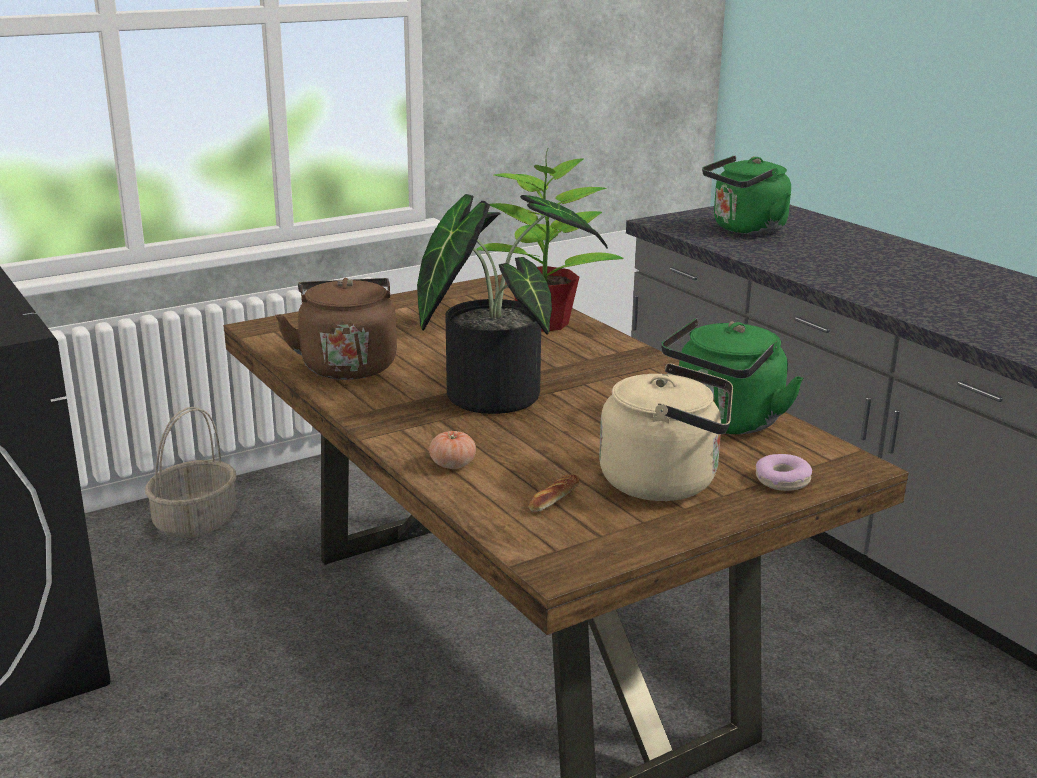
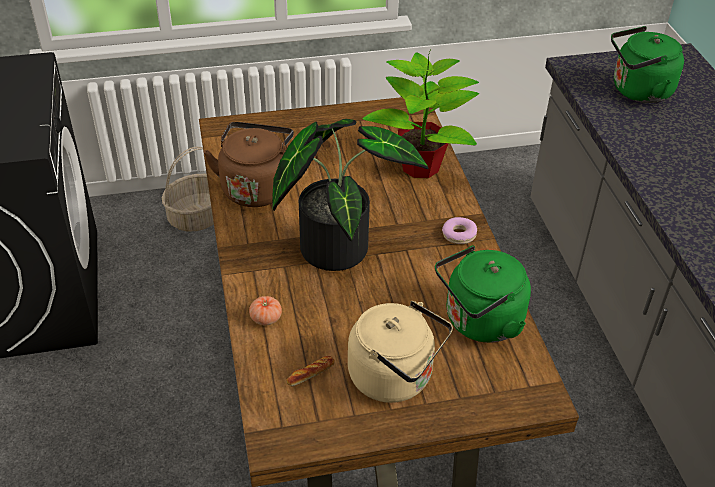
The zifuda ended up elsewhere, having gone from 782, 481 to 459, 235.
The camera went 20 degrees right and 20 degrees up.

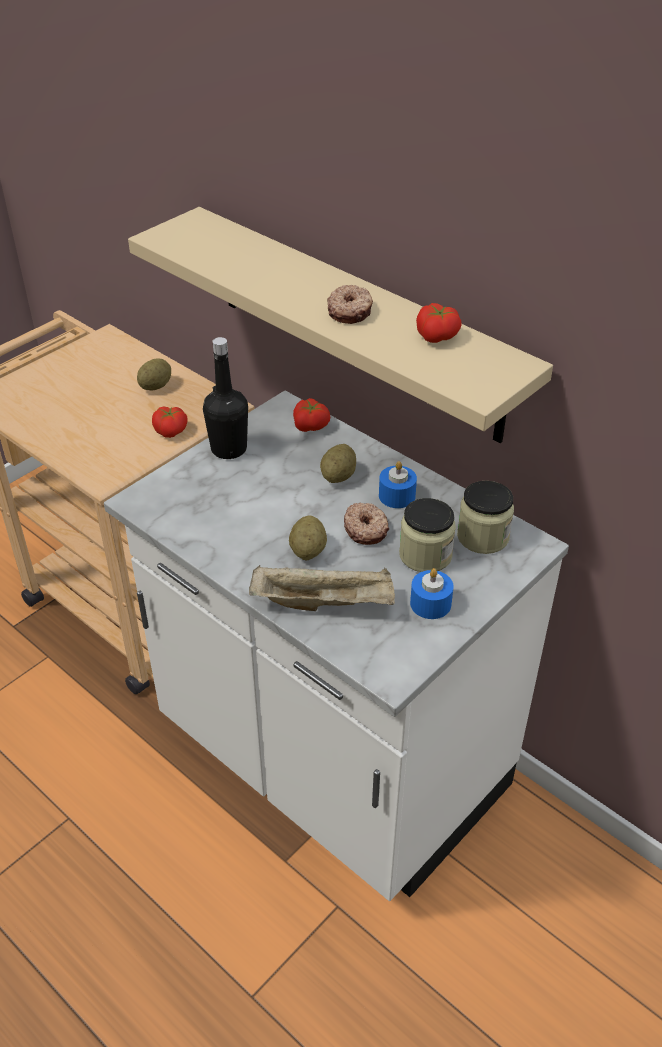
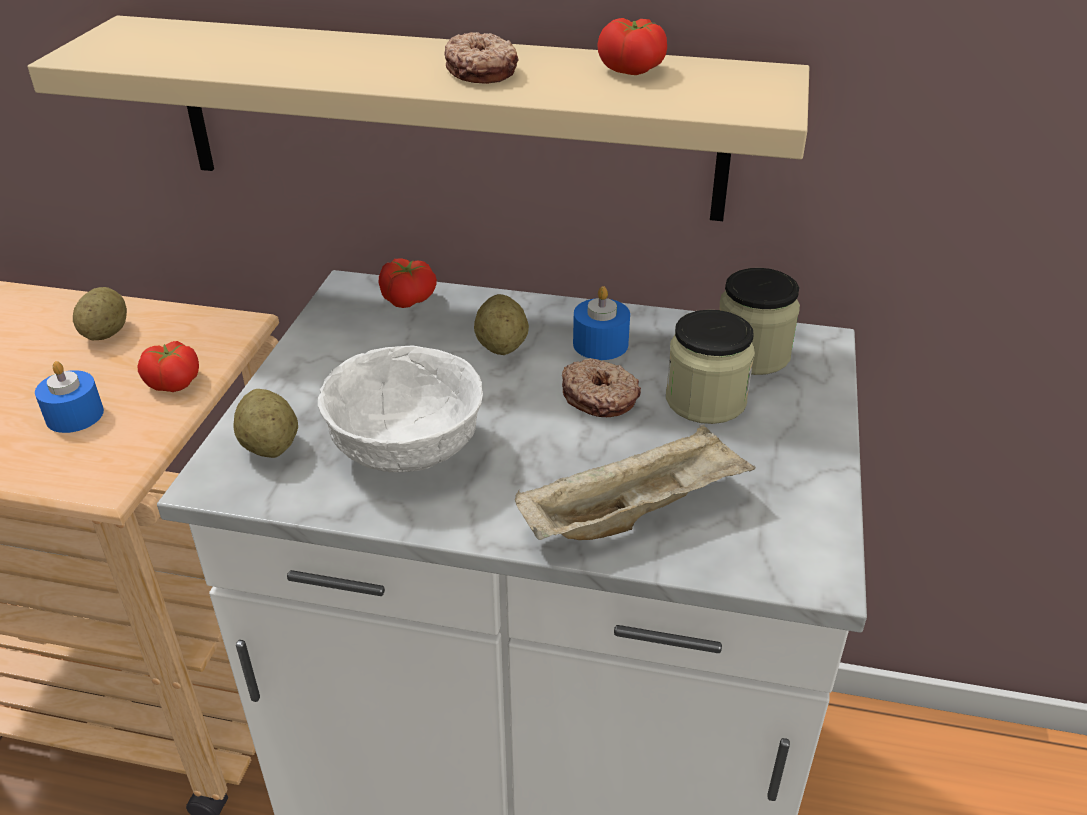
The second view lost the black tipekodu at 229, 449.
The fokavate ended up elsewhere, having gone from 308, 551 to 270, 446.
The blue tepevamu ended up elsewhere, having gone from 430, 603 to 74, 415.
The second view gained the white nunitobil at 404, 450.
The camera went 30 degrees left and 5 degrees down.

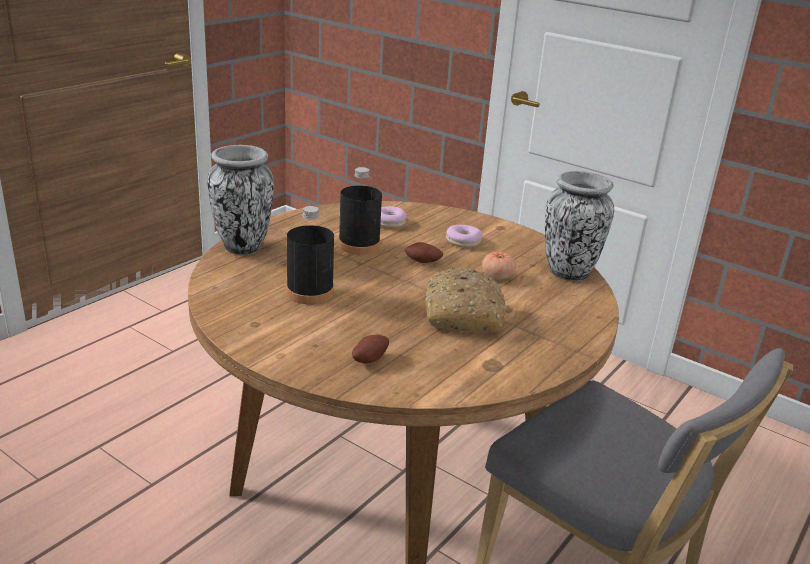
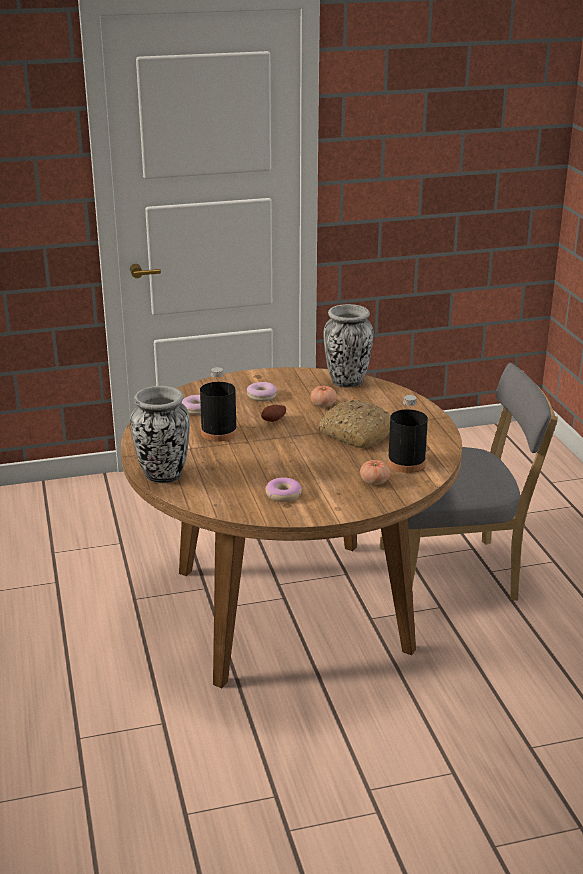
The black tipekodu ended up elsewhere, having gone from 310, 292 to 406, 463.
Where the fokavate stood at 369, 359, the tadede came to stand at 374, 481.
The second view gained the zifuda at 283, 495.
The camera went 50 degrees left and 0 degrees up.

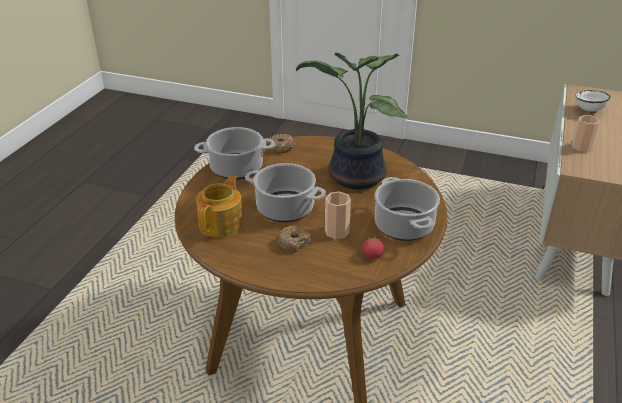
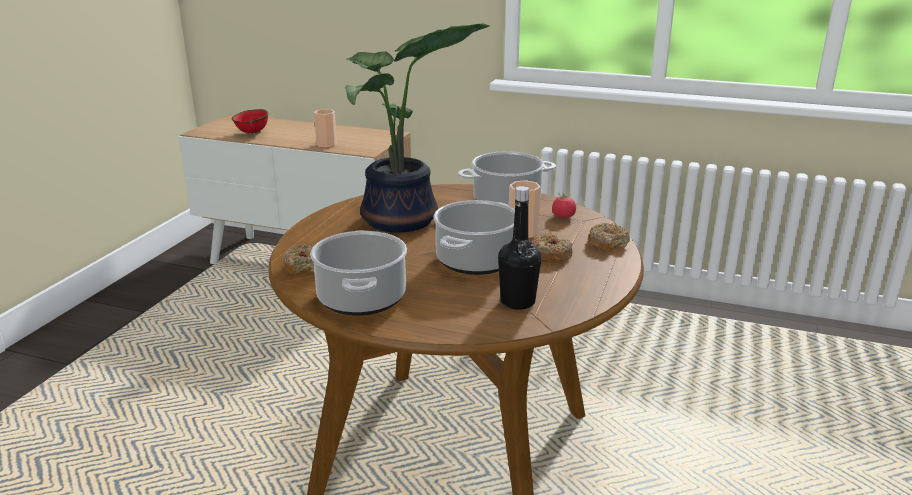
Where the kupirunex stood at 222, 224, the black tipekodu came to stand at 517, 302.
What was the white nunitobil at 589, 111 turned into the red nunitobil at 253, 134.
The second view gained the zifuda at 607, 243.
The camera went 90 degrees left and 10 degrees down.

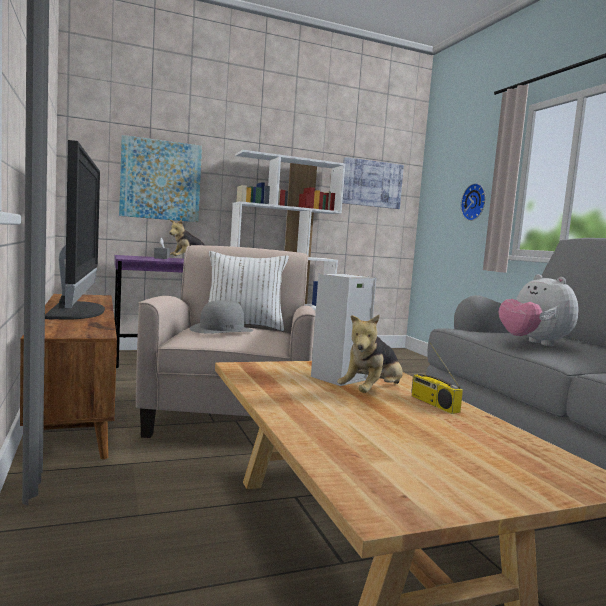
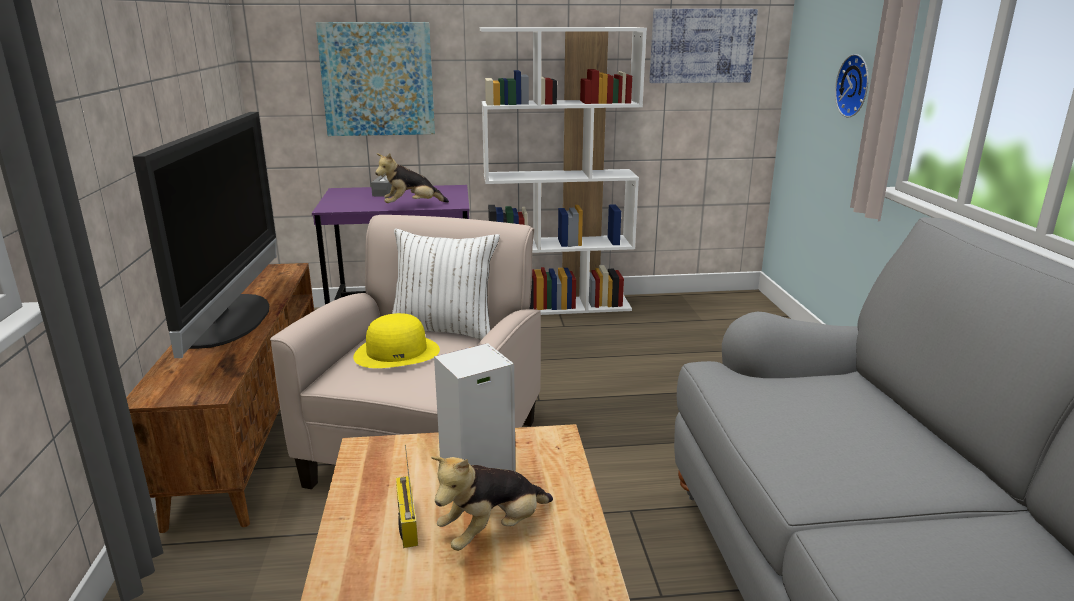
What was the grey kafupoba at 222, 329 turned into the yellow kafupoba at 397, 352.
The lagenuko ended up elsewhere, having gone from 433, 403 to 406, 521.
The second view lost the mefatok at 533, 343.
The camera went 15 degrees right and 15 degrees up.

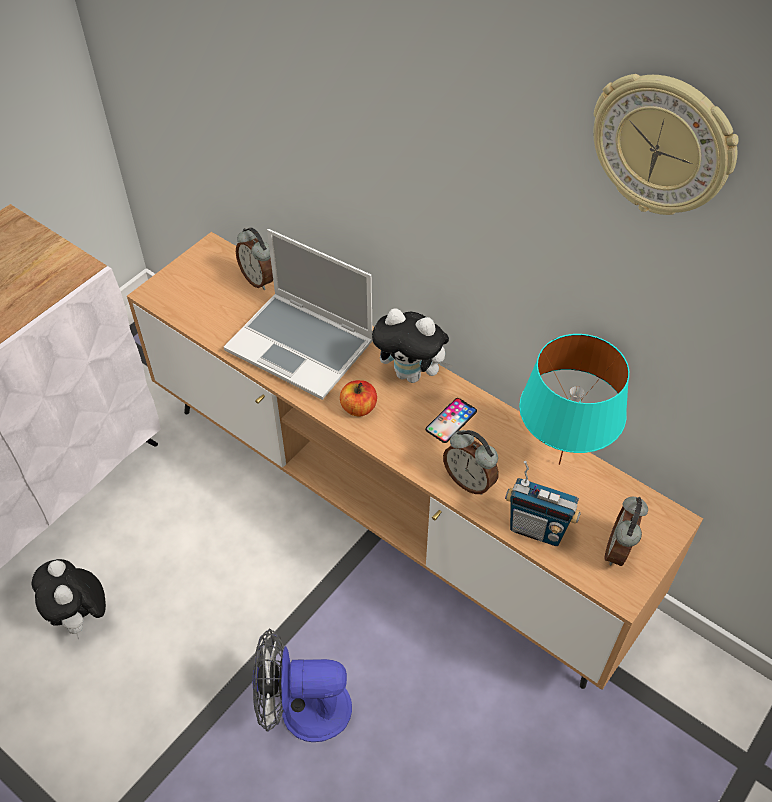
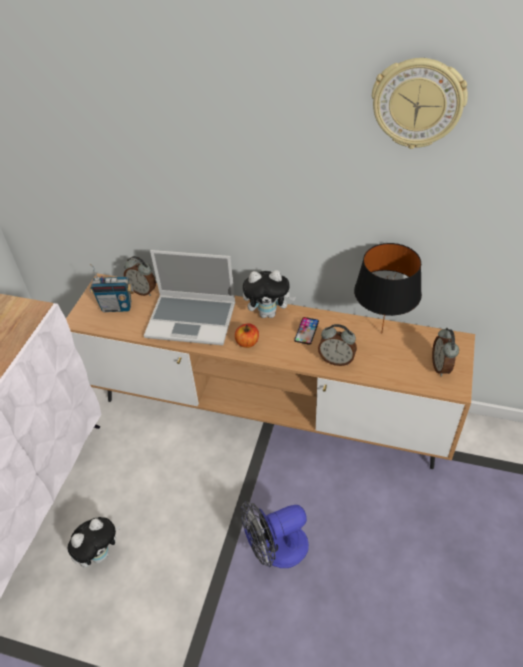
The mefatok at 81, 617 ended up facing another way, 90 degrees counterclockwise from before.
The lagenuko ended up elsewhere, having gone from 537, 529 to 117, 307.
What was the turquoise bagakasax at 558, 464 turned into the black bagakasax at 381, 333.
The camera went 20 degrees left and 5 degrees down.

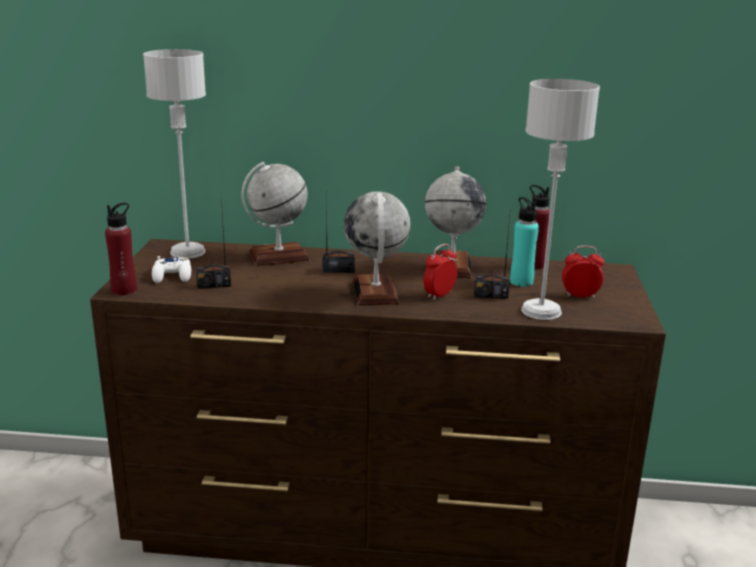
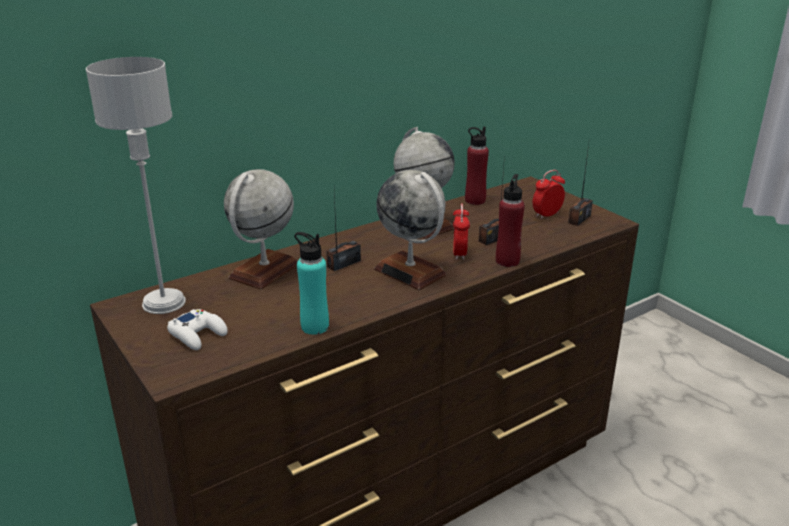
The red tipekodu ended up elsewhere, having gone from 124, 290 to 507, 261.
The lagenuko ended up elsewhere, having gone from 214, 285 to 579, 219.
The turquoise tipekodu ended up elsewhere, having gone from 521, 282 to 314, 326.
The second view lost the grey bagakasax at 541, 311.
The camera went 40 degrees left and 5 degrees up.

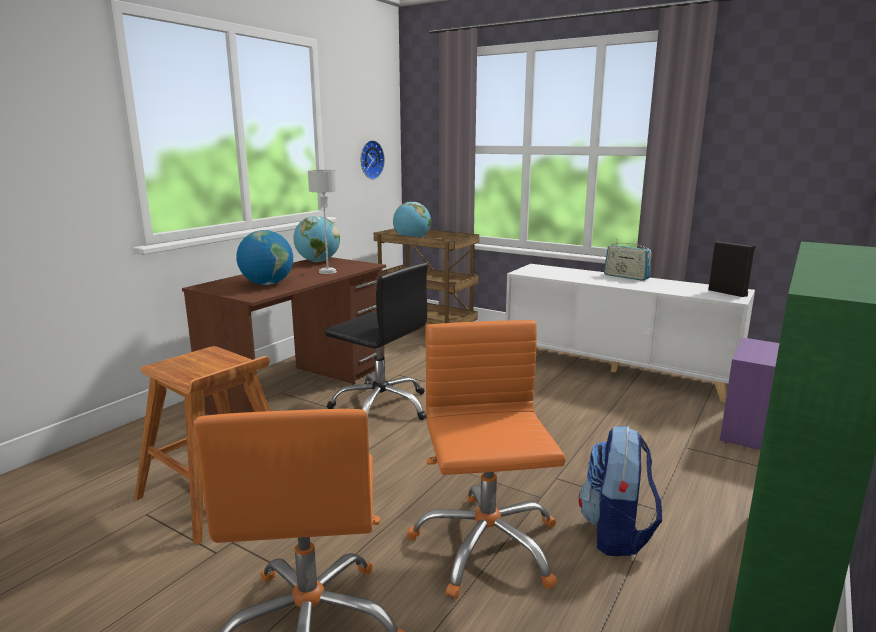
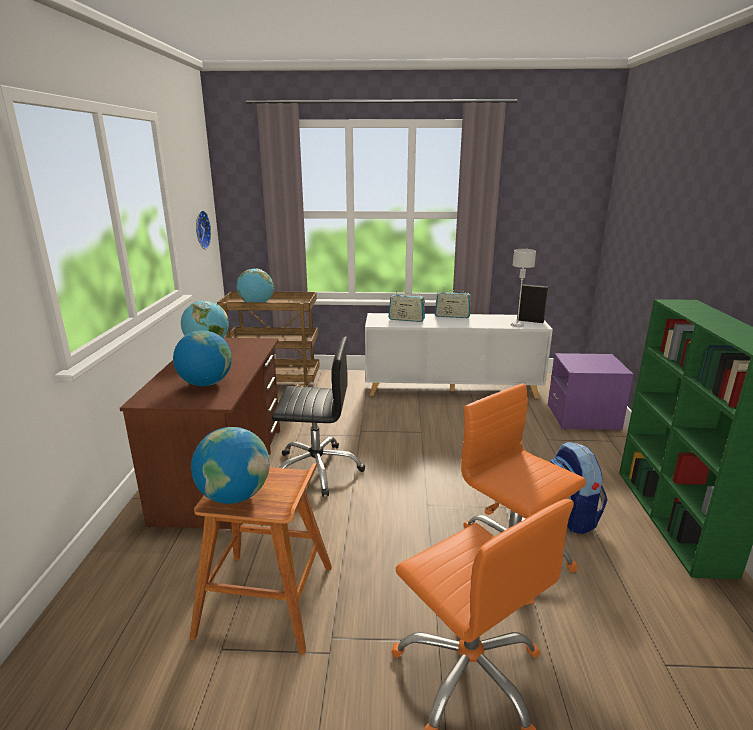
The grey bagakasax ended up elsewhere, having gone from 327, 272 to 517, 325.
The second view gained the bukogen at 234, 496.
The second view gained the lagenuko at 406, 319.
The camera went 30 degrees left and 5 degrees up.

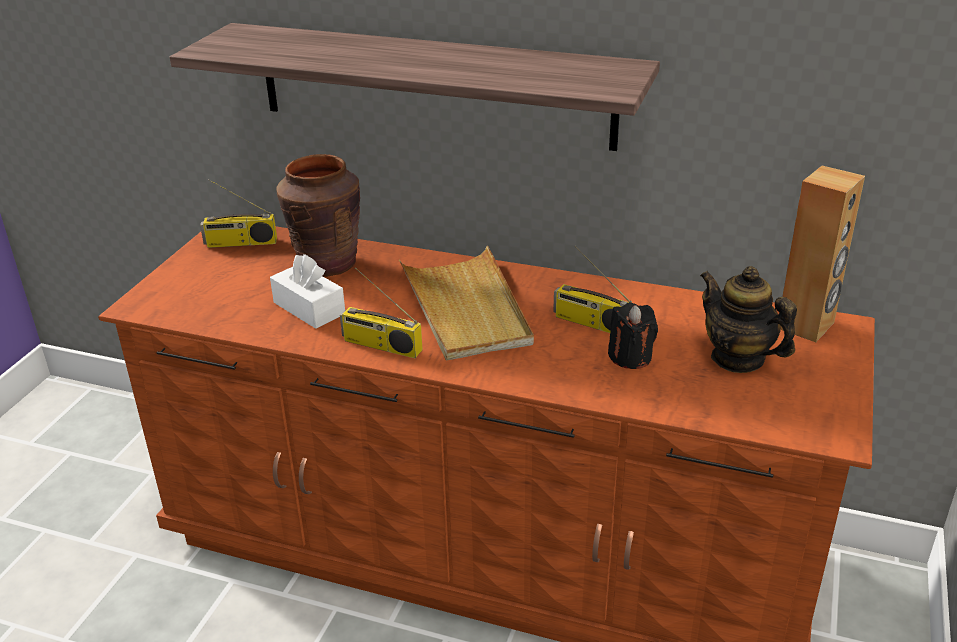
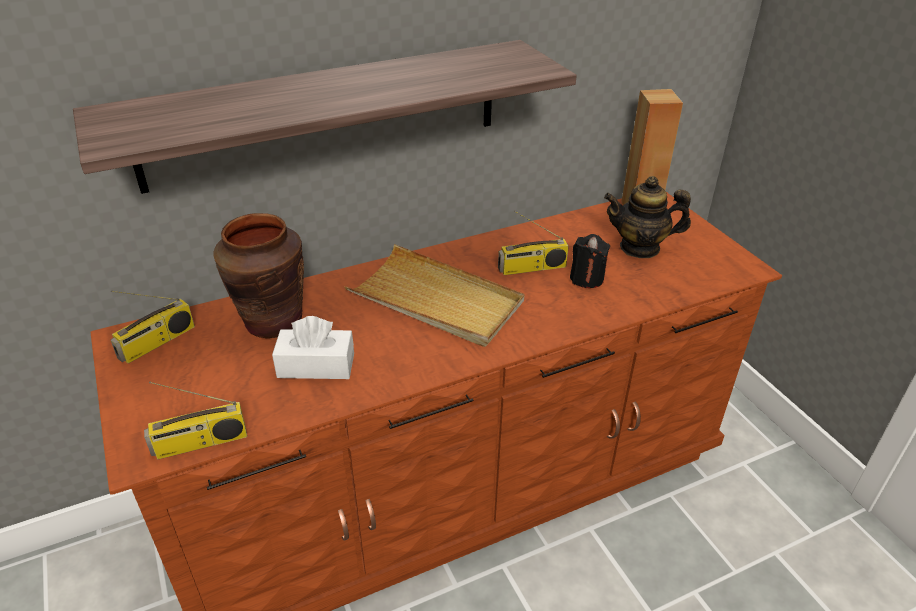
The lagenuko ended up elsewhere, having gone from 380, 345 to 200, 443.
The camera went 45 degrees left and 5 degrees up.

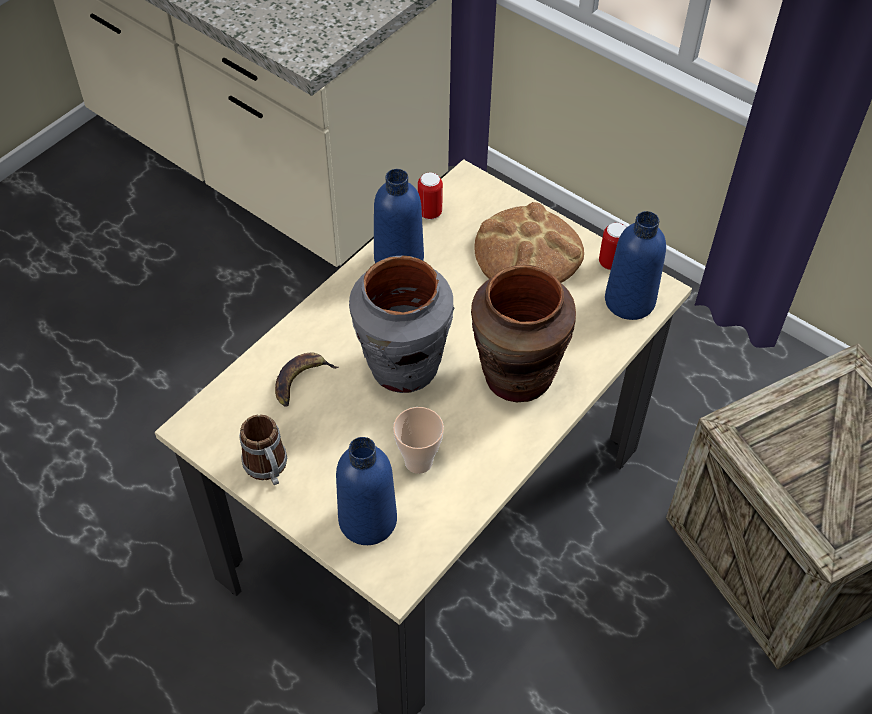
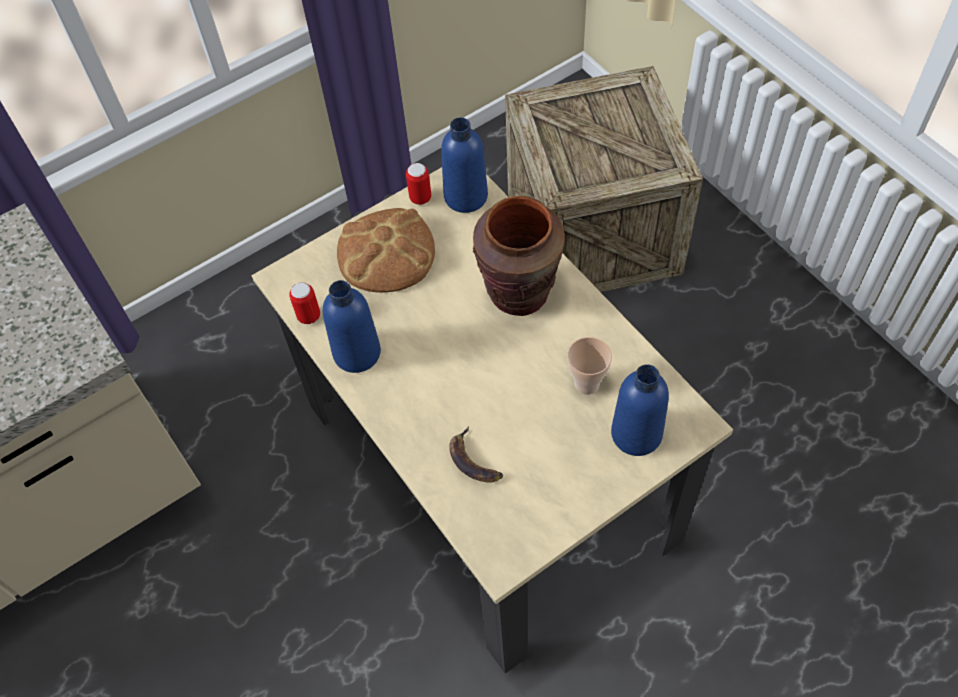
The second view lost the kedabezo at 268, 469.
The second view lost the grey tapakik at 403, 367.
The camera went 70 degrees left and 5 degrees up.

